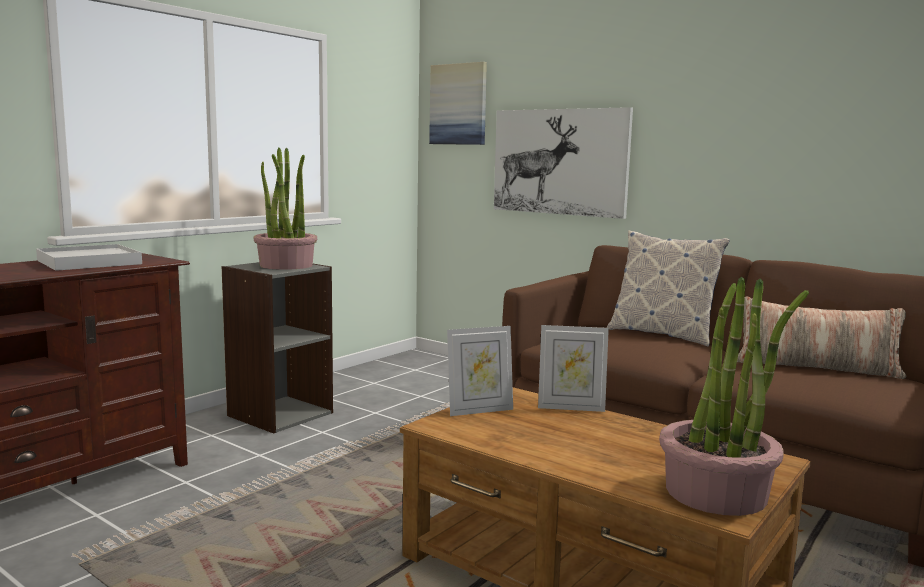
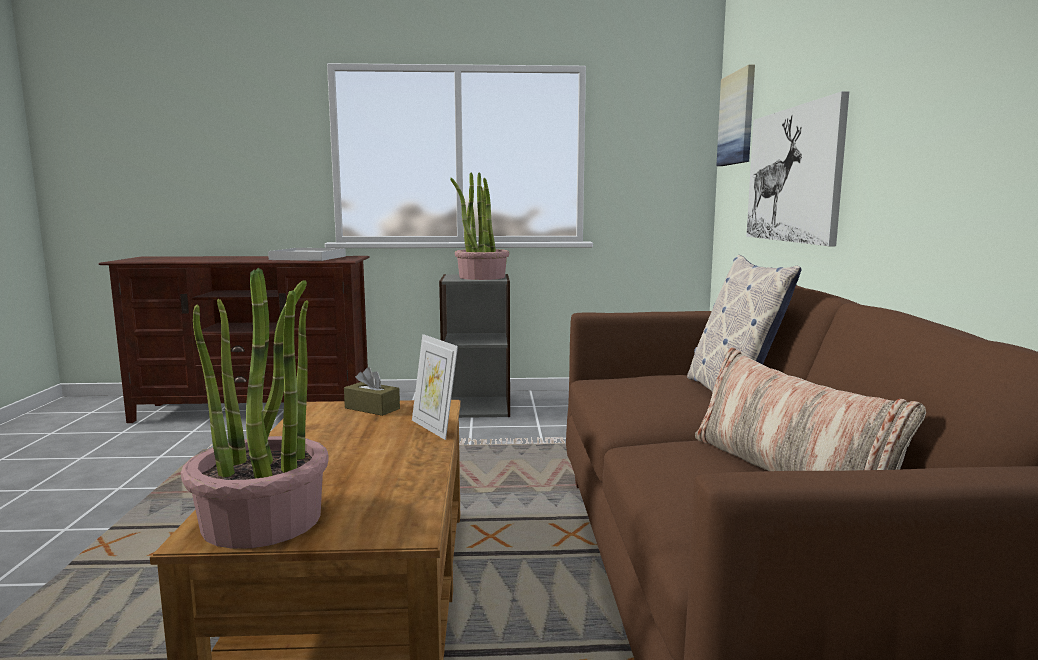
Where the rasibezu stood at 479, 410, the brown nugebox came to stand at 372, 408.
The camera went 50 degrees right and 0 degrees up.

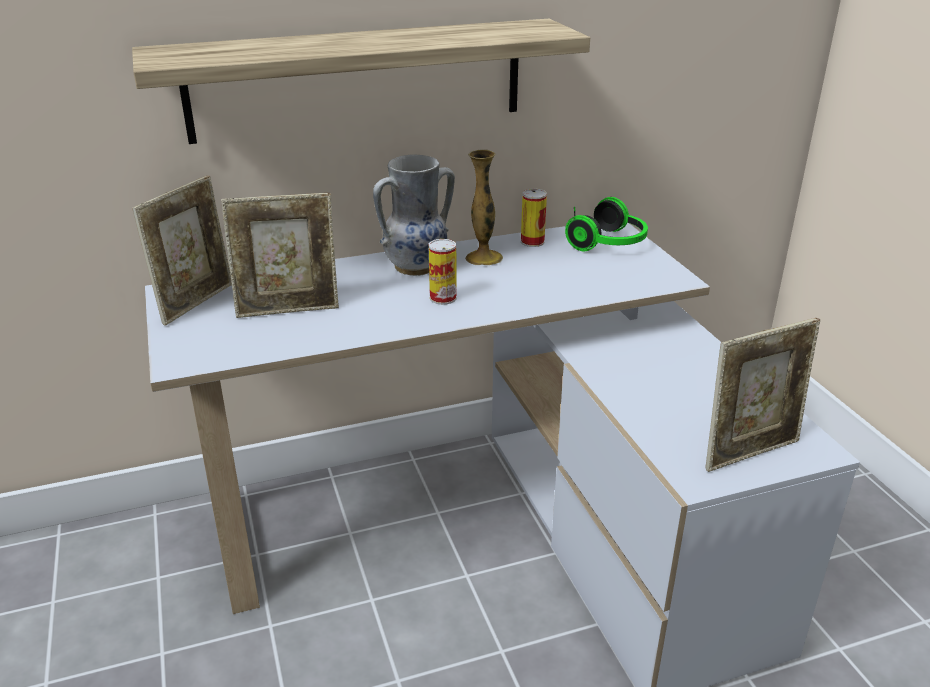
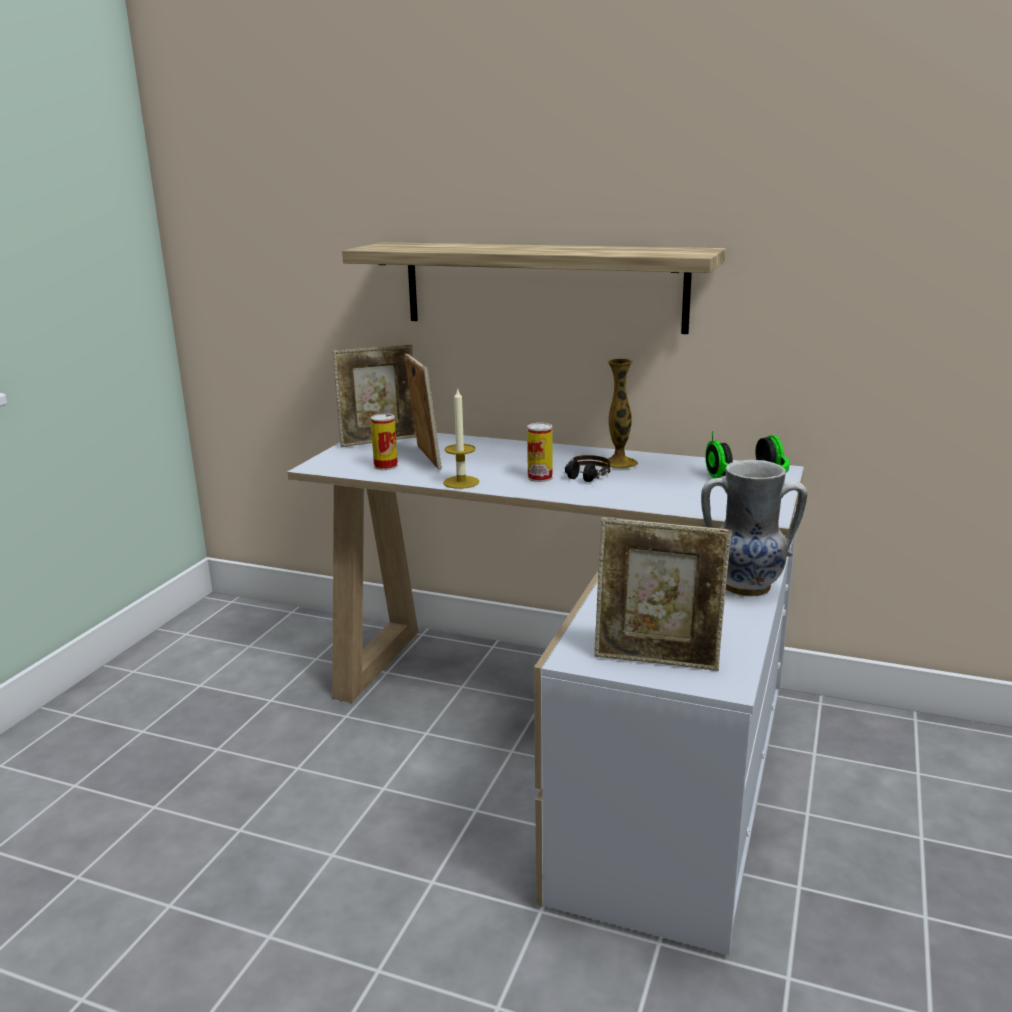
The rasibezu at 288, 310 ended up facing another way, 135 degrees counterclockwise from before.
The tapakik ended up elsewhere, having gone from 416, 268 to 745, 587.
The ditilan ended up elsewhere, having gone from 532, 242 to 386, 466.
The second view gained the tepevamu at 461, 482.
The second view gained the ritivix at 584, 480.
The camera went 40 degrees right and 10 degrees down.

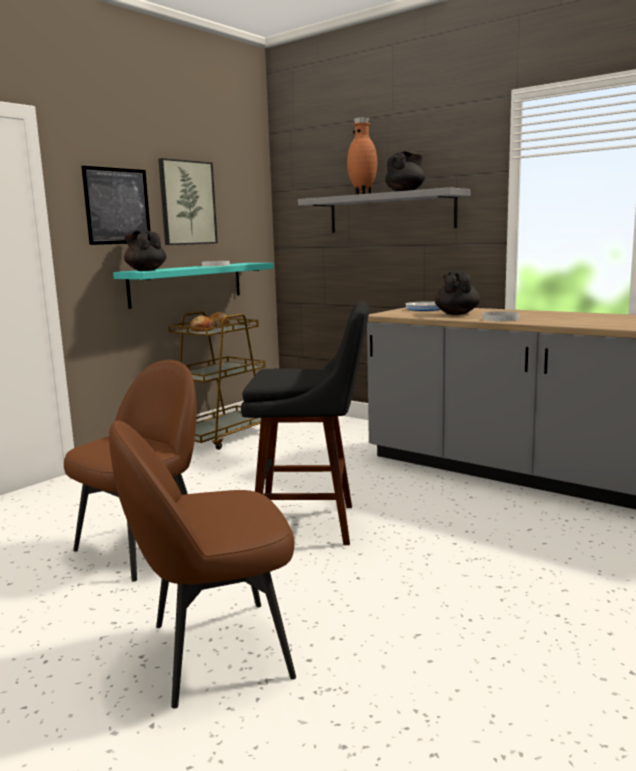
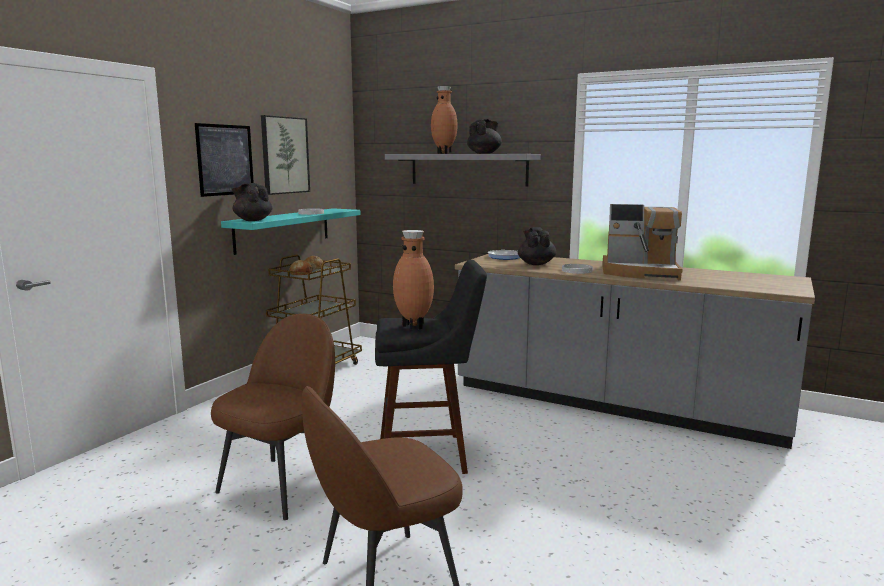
The second view gained the brown tapakik at 414, 326.
The second view gained the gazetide at 641, 272.
The camera went 10 degrees left and 0 degrees up.

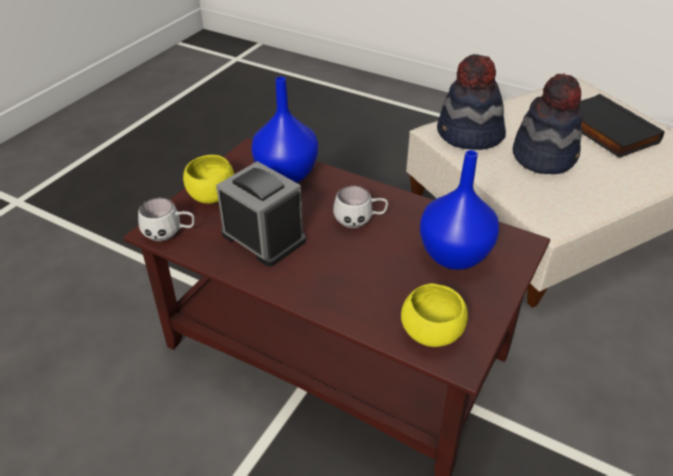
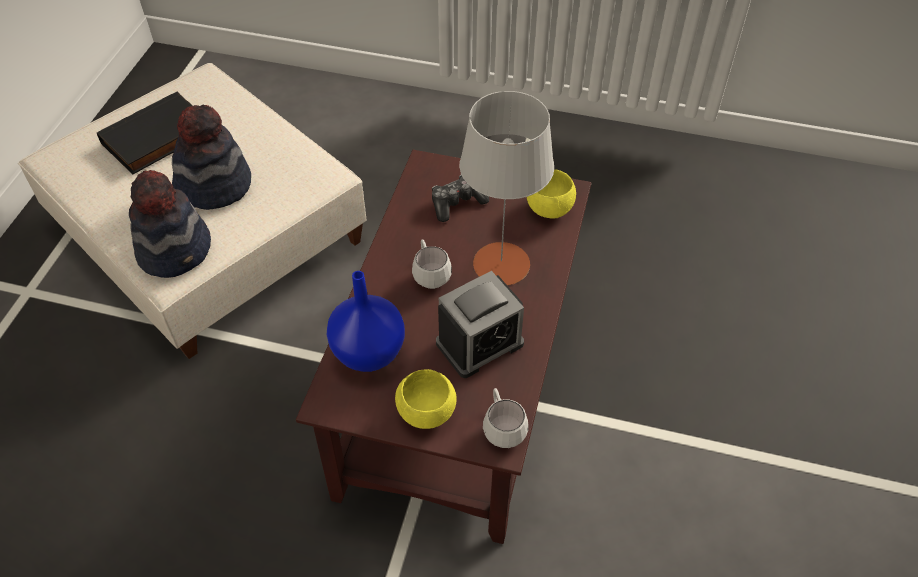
The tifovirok at 263, 237 ended up facing another way, 150 degrees counterclockwise from before.
Where the blue tapakik stood at 455, 256, the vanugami came to stand at 457, 203.
The second view gained the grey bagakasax at 501, 264.
The camera went 105 degrees left and 10 degrees up.

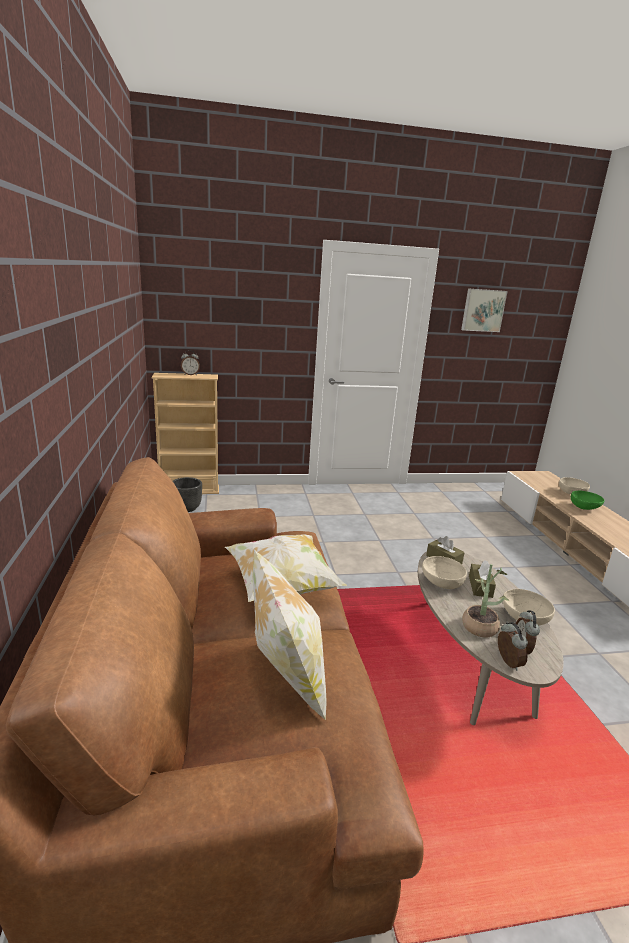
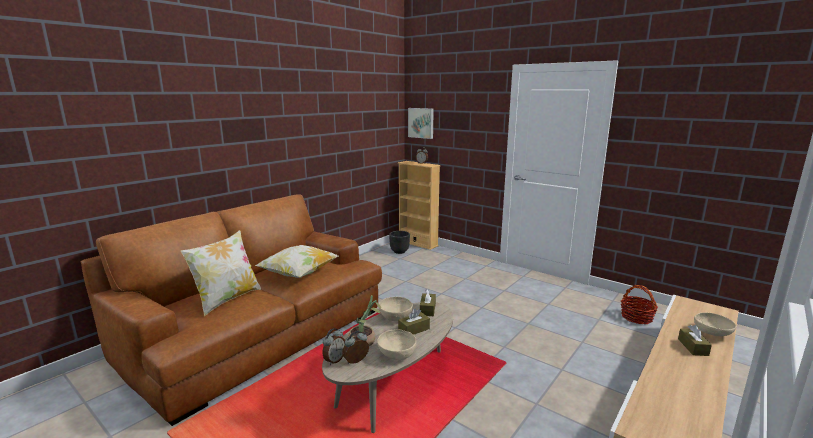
The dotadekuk ended up elsewhere, having gone from 482, 310 to 421, 123.
Where the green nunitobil stood at 584, 508, the brown nugebox came to stand at 693, 347.
The second view gained the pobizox at 636, 317.
The camera went 50 degrees right and 5 degrees down.

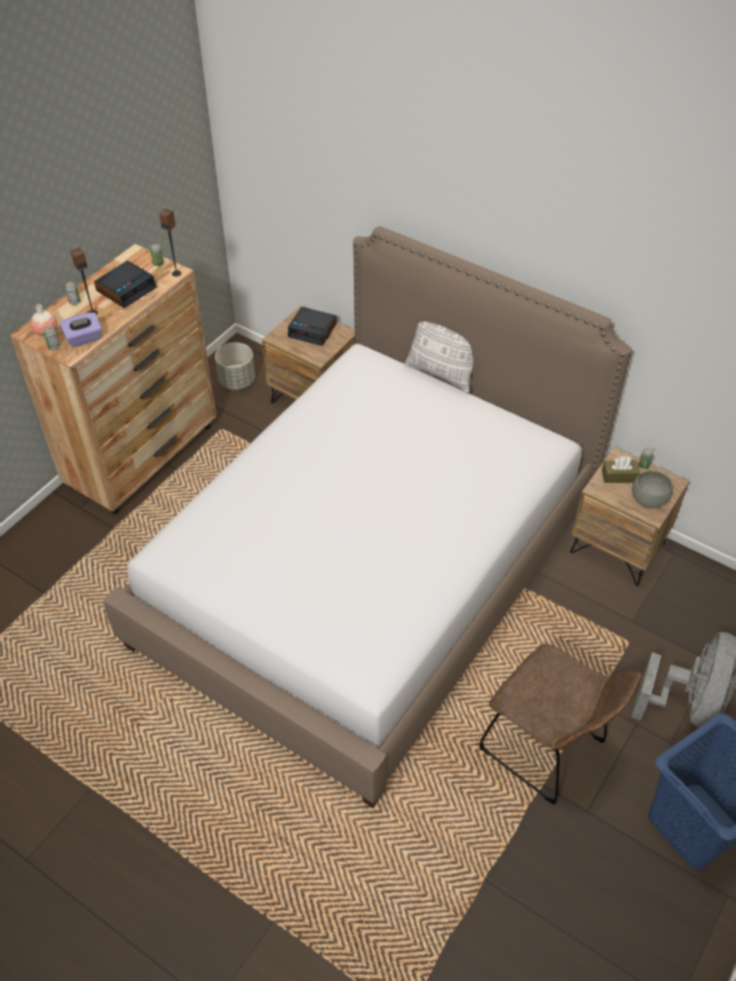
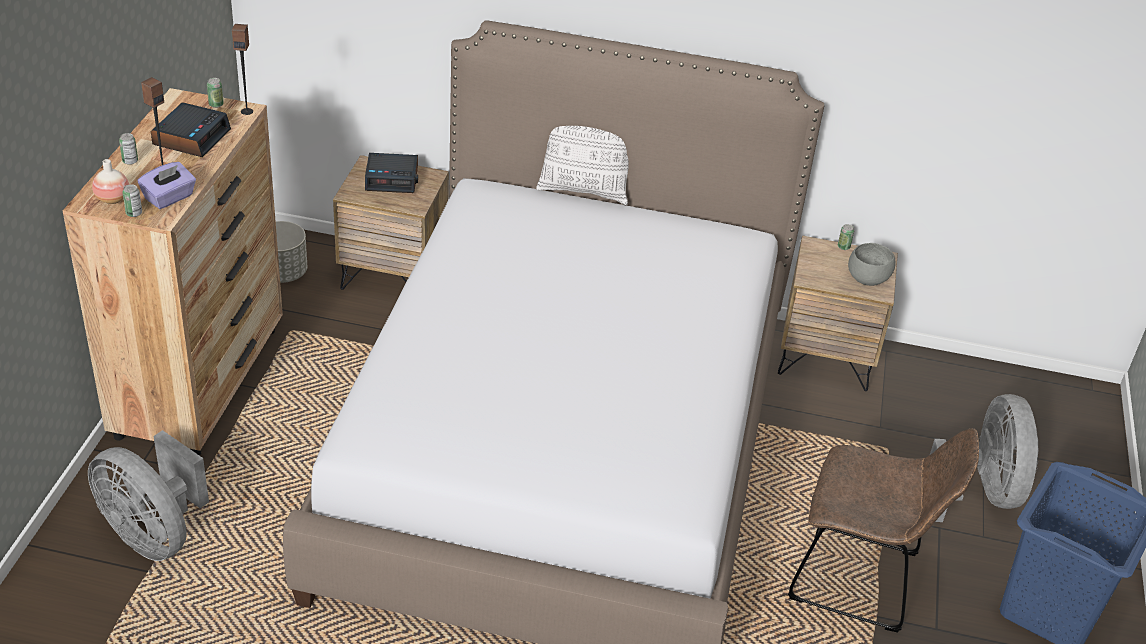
The second view lost the brown nugebox at 619, 476.
The second view gained the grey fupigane at 154, 535.
The camera went 25 degrees left and 10 degrees down.

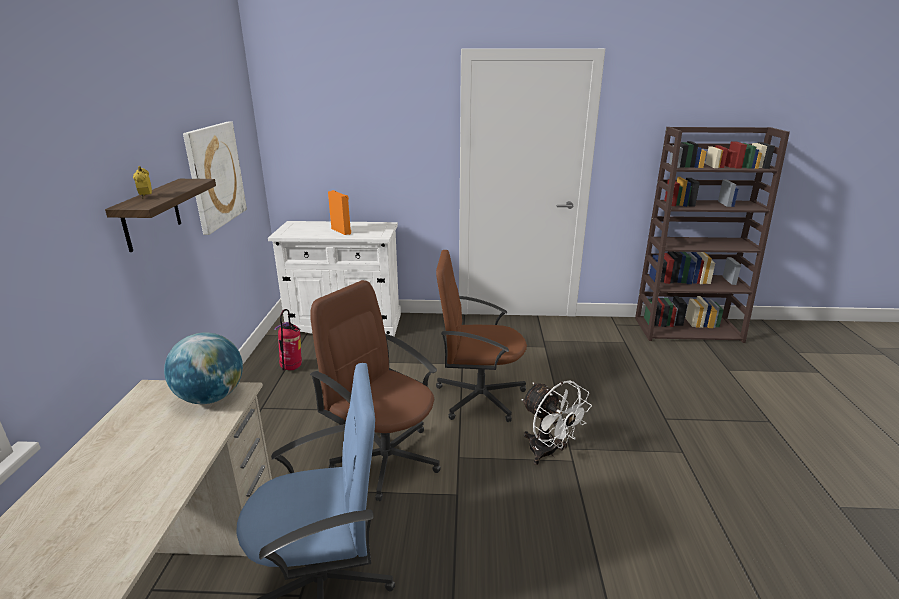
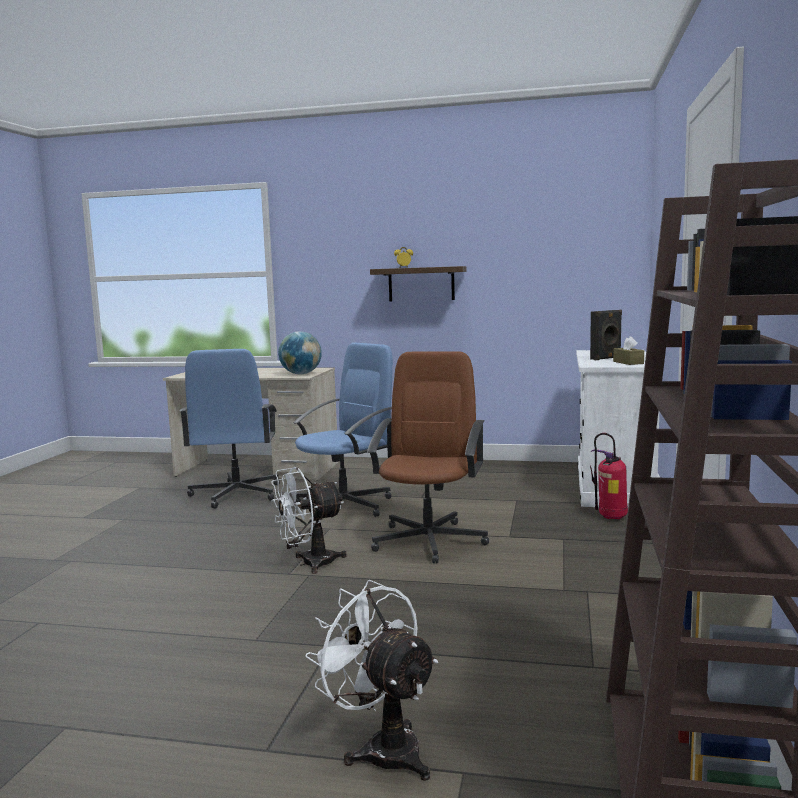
The second view lost the dotadekuk at 215, 175.
The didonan ended up elsewhere, having gone from 292, 368 to 610, 518.
What was the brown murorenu at 385, 458 turned into the blue murorenu at 346, 505.
What was the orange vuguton at 342, 231 turned into the black vuguton at 606, 358.
The second view gained the white fupigane at 383, 748.
The second view gained the brown nugebox at 628, 362.
The camera went 100 degrees right and 15 degrees down.

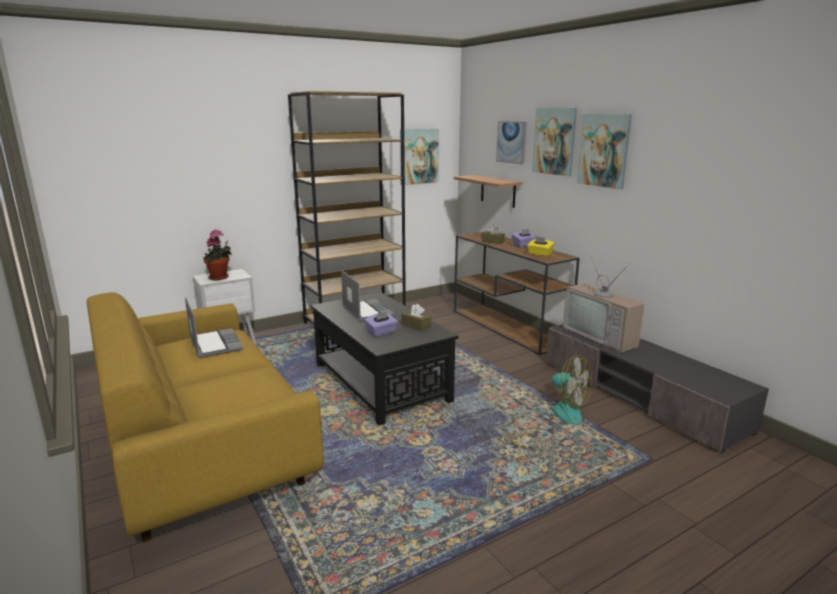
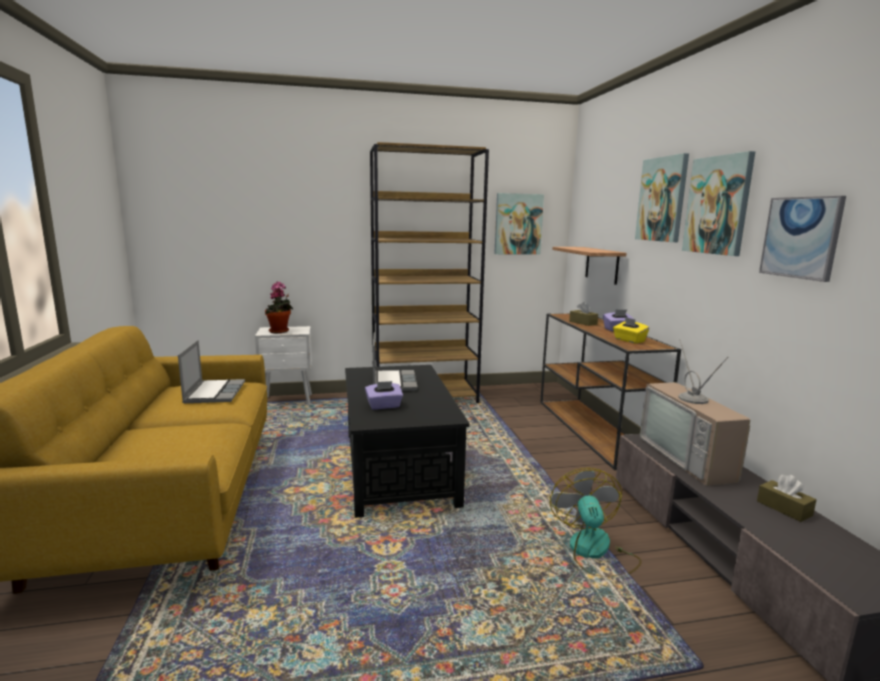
The brown nugebox ended up elsewhere, having gone from 416, 326 to 784, 508.
The dotadekuk ended up elsewhere, having gone from 512, 142 to 801, 237.
The fupigane at 559, 412 ended up facing another way, 150 degrees counterclockwise from before.
The camera went 20 degrees right and 5 degrees down.

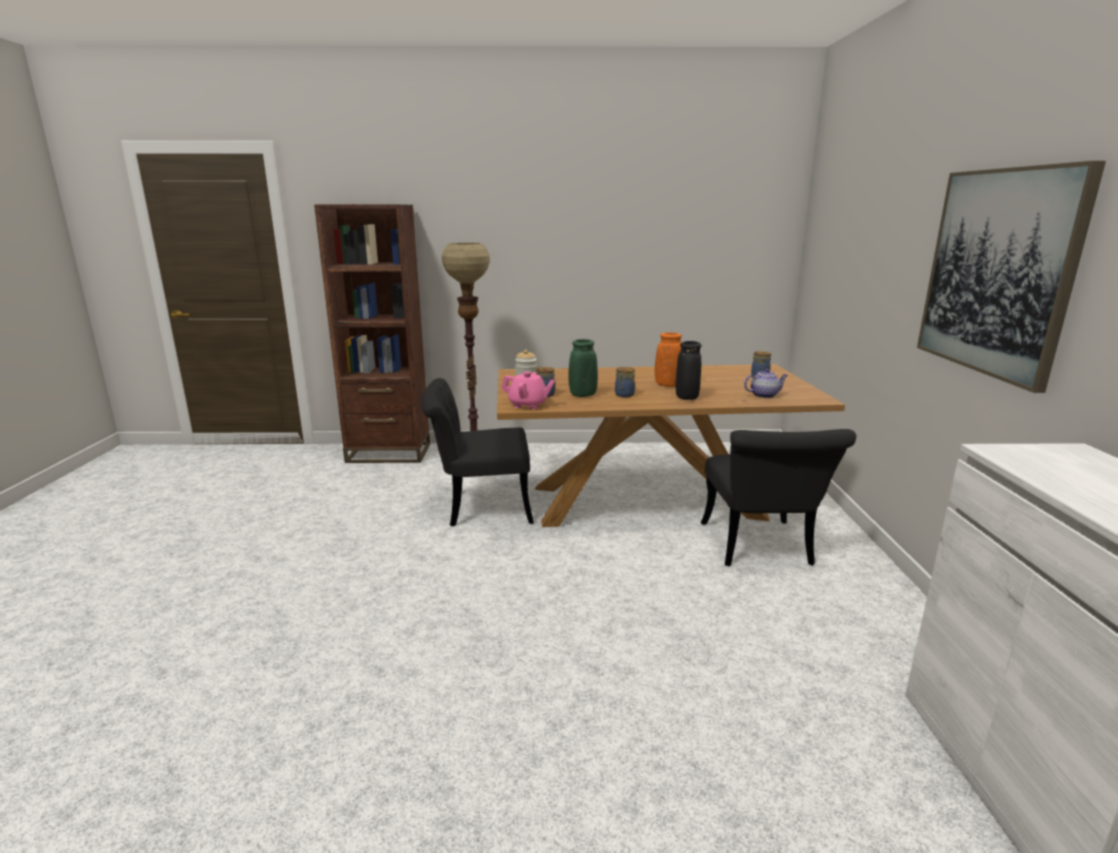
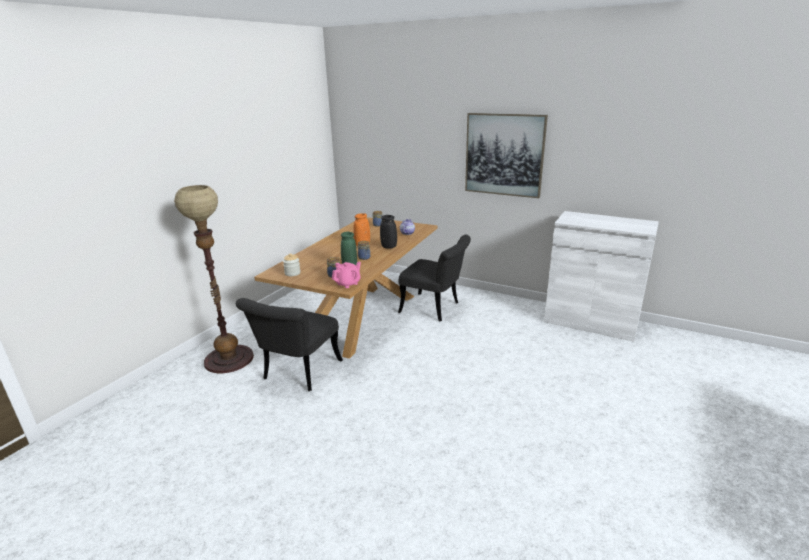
The second view lost the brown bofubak at 389, 453.
The camera went 60 degrees left and 5 degrees up.

